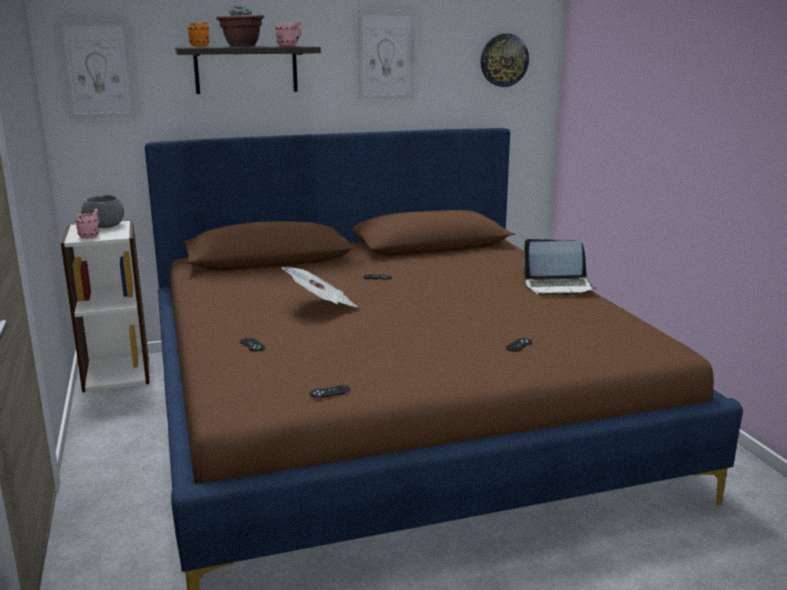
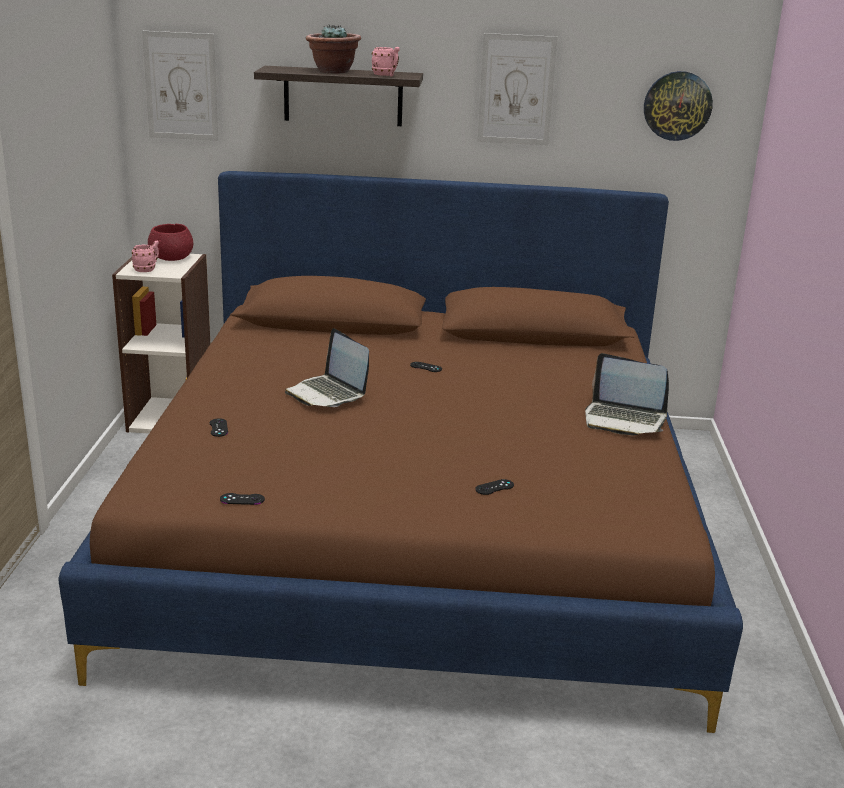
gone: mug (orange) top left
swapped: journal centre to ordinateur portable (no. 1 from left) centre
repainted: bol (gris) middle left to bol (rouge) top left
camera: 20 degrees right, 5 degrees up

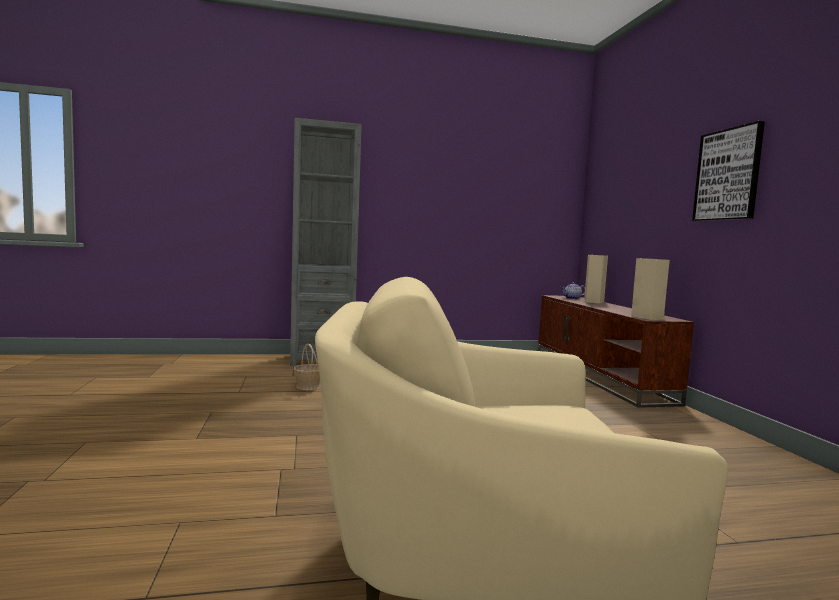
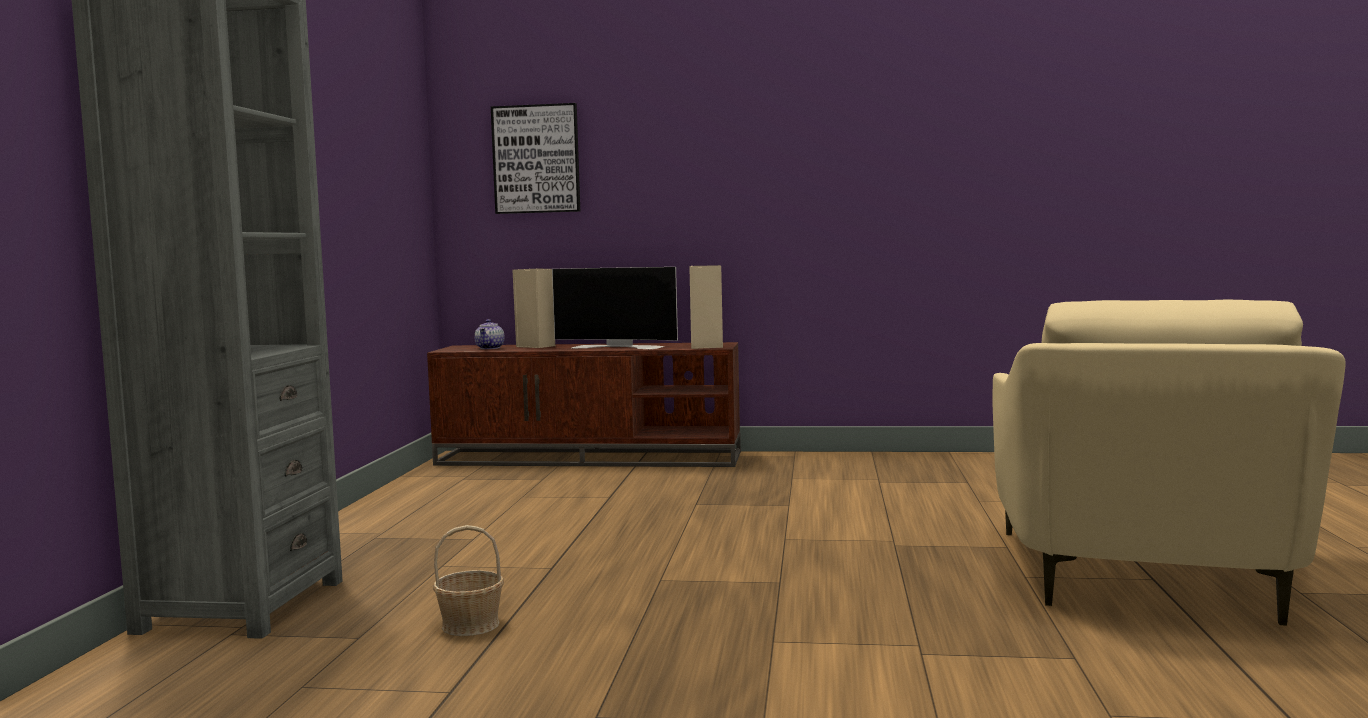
new: téléviseur centre
shifted: tableau top right to top centre
camera: 70 degrees left, 0 degrees up

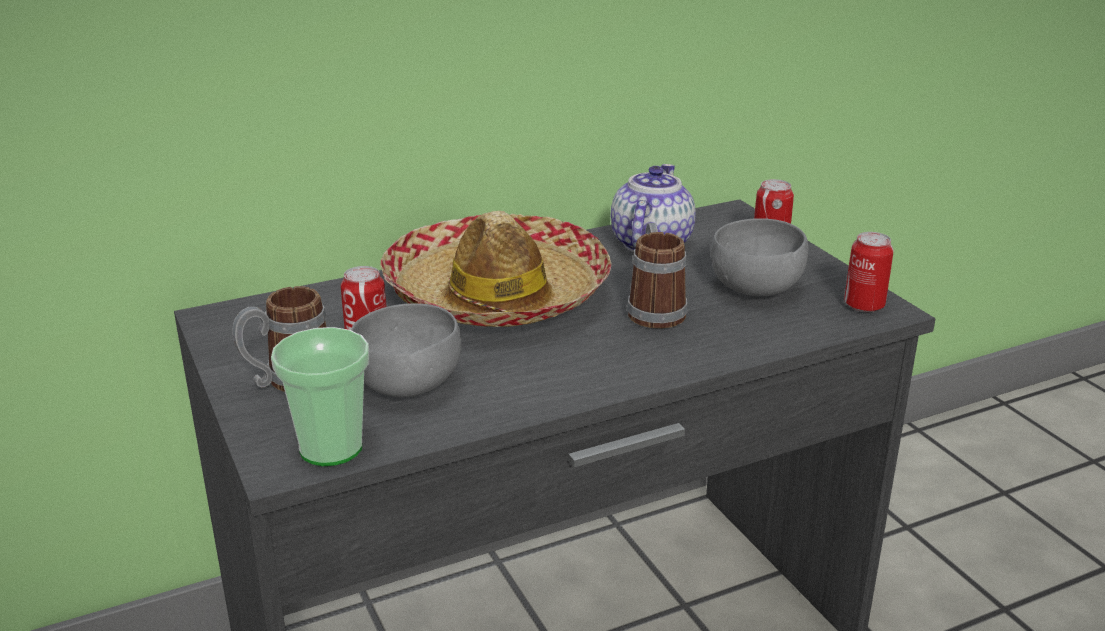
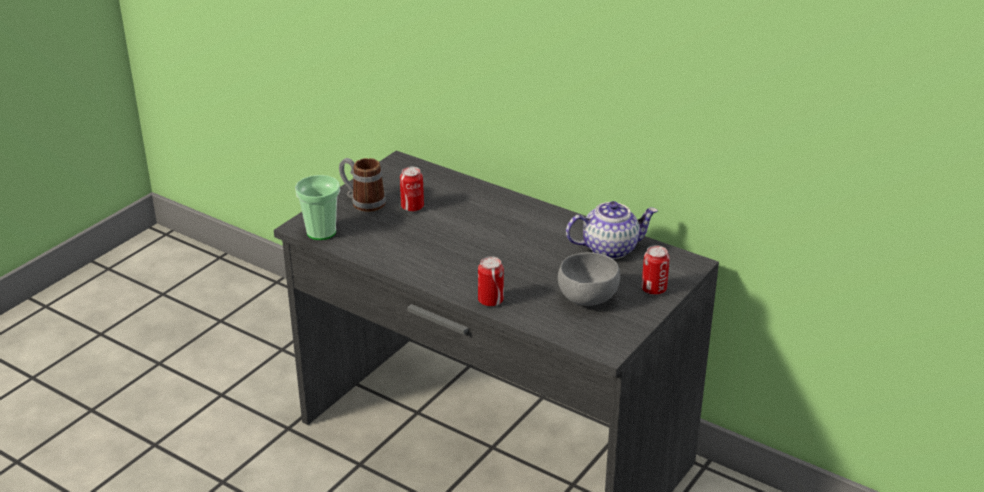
gone: bol (gris) (no. 1 from left) centre; chapeau centre; mug (no. 2 from left) centre
shifted: boîte métallique (no. 3 from left in the first image) middle right to boîte métallique (no. 2 from left) centre
camera: 60 degrees right, 5 degrees up

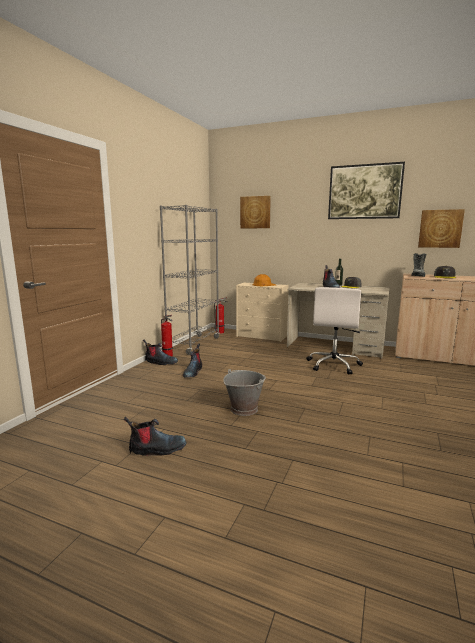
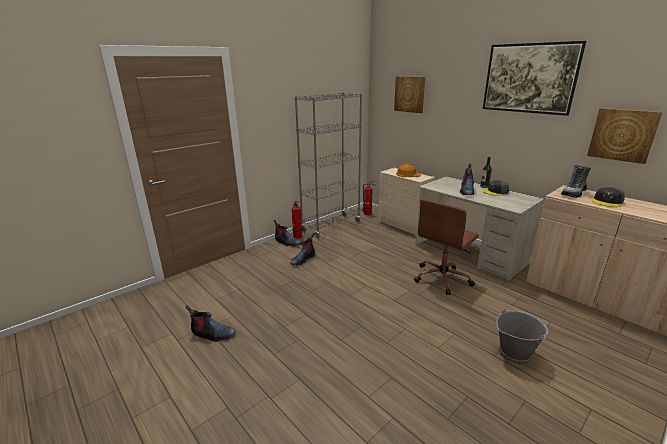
shifted: seau (gris) centre to bottom right
repainted: chaise de bureau (blanc) middle right to chaise de bureau (marron) middle right
camera: 25 degrees right, 10 degrees up

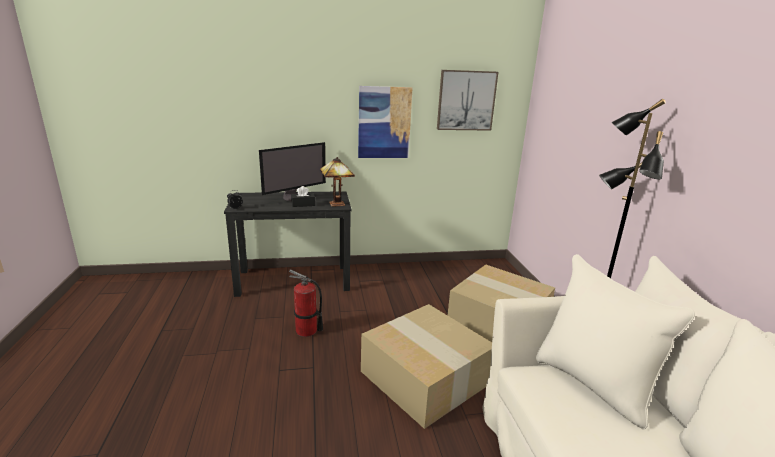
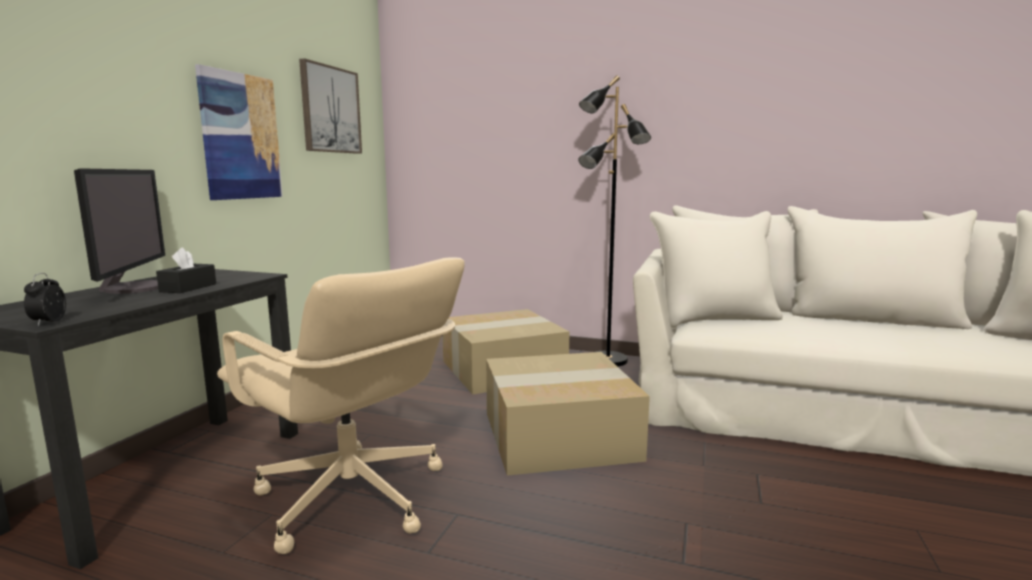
gone: lampe de table centre
swapped: extincteur centre to chaise de bureau (beige) bottom left
camera: 60 degrees left, 10 degrees down

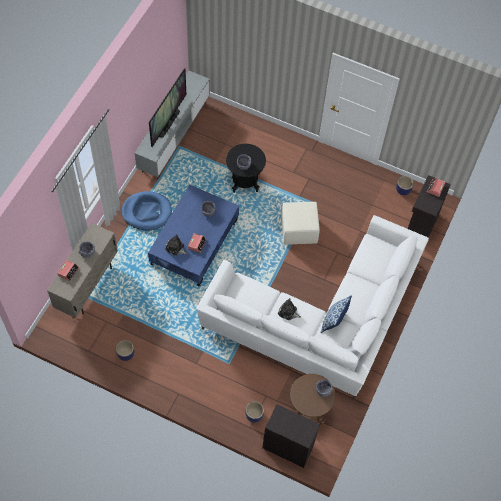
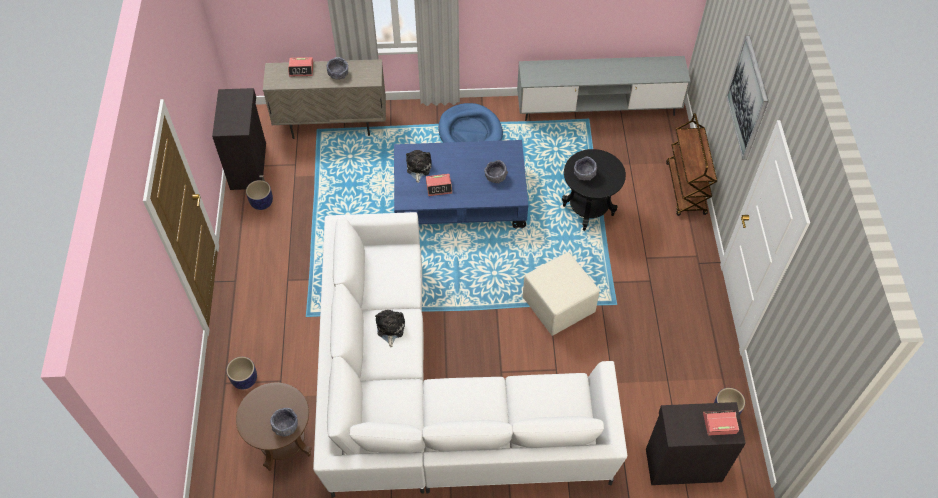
gone: téléviseur top centre; coussin middle right
new: chariot (marron) top right; tableau top right
shifted: meuble de rangement (noir) (no. 1 from left) bottom centre to top left
camera: 65 degrees right, 5 degrees down

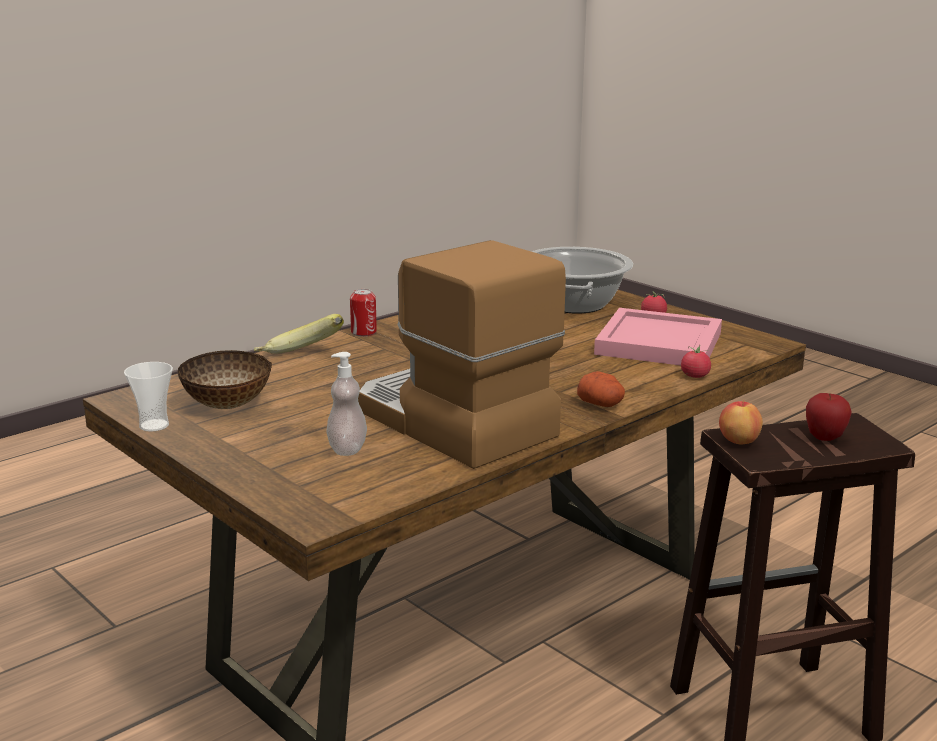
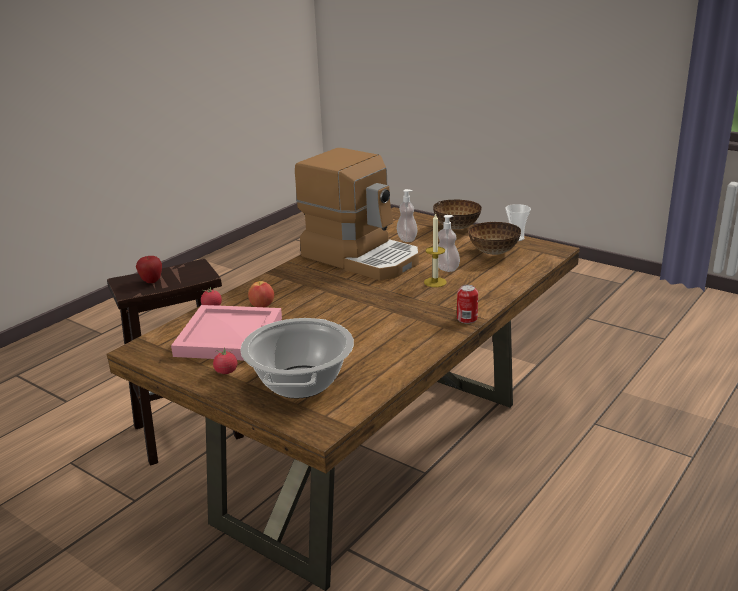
gone: banane middle left; pomme de terre centre
new: bougie centre; bol (no. 1 from left) centre; distributeur de savon (no. 2 from left) centre
shifted: pomme (no. 1 from left in the first image) middle right to pomme (no. 2 from left) centre
camera: 170 degrees right, 5 degrees up

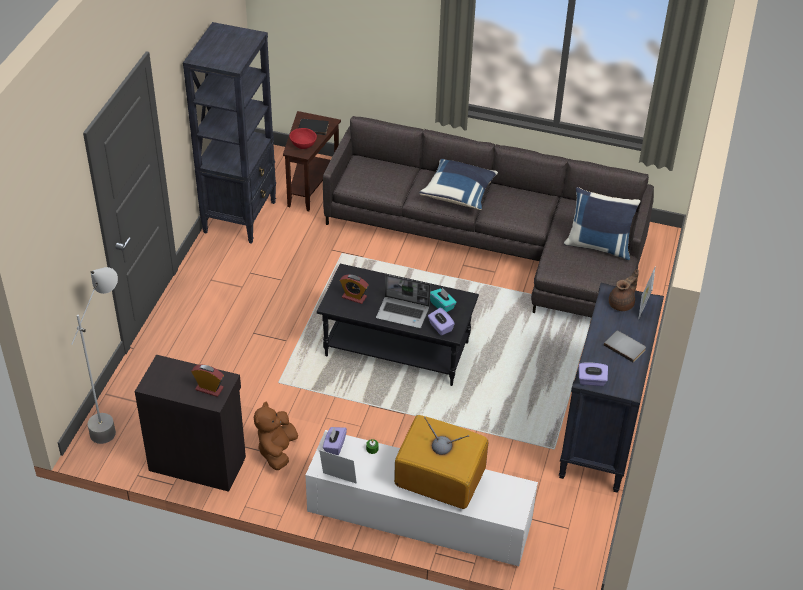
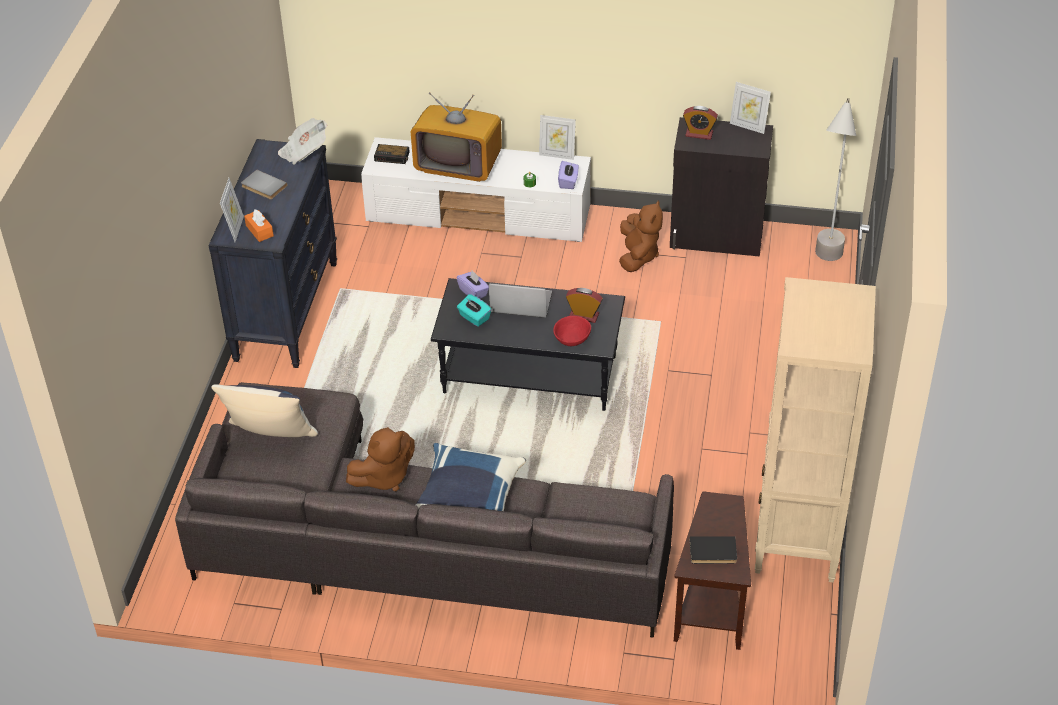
new: peluche (marron) (no. 1 from left) centre; réveil (no. 1 from left) top centre; cadre photo (no. 3 from left) top right
shifted: bol (rouge) top centre to centre
swapped: théière (marron) middle right to boîte à mouchoirs (orange) top left; boîte à mouchoirs (violet) (no. 3 from left) middle right to journal top left
repainted: bibliothèque (noir) top left to bibliothèque (beige) middle right
camera: 175 degrees right, 0 degrees up

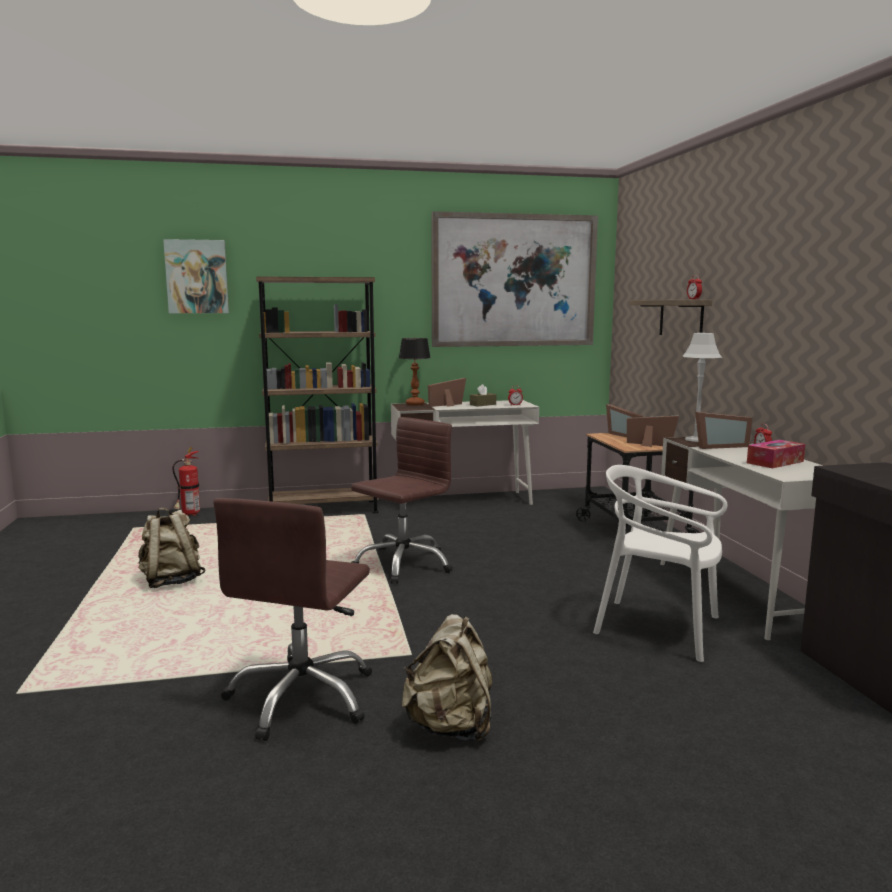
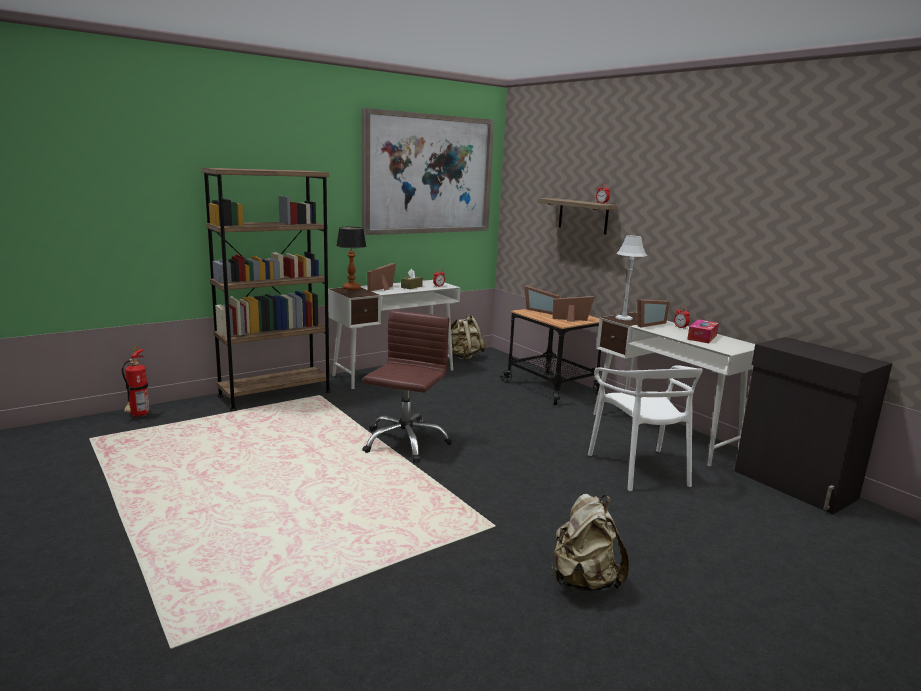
gone: tableau (no. 1 from left) top left; chaise de bureau (marron) (no. 1 from left) bottom left
shifted: sac à dos (beige) (no. 1 from left) middle left to centre
rotated: chaise (blanc) middle right = middle right 105 degrees counterclockwise
camera: 25 degrees left, 5 degrees up

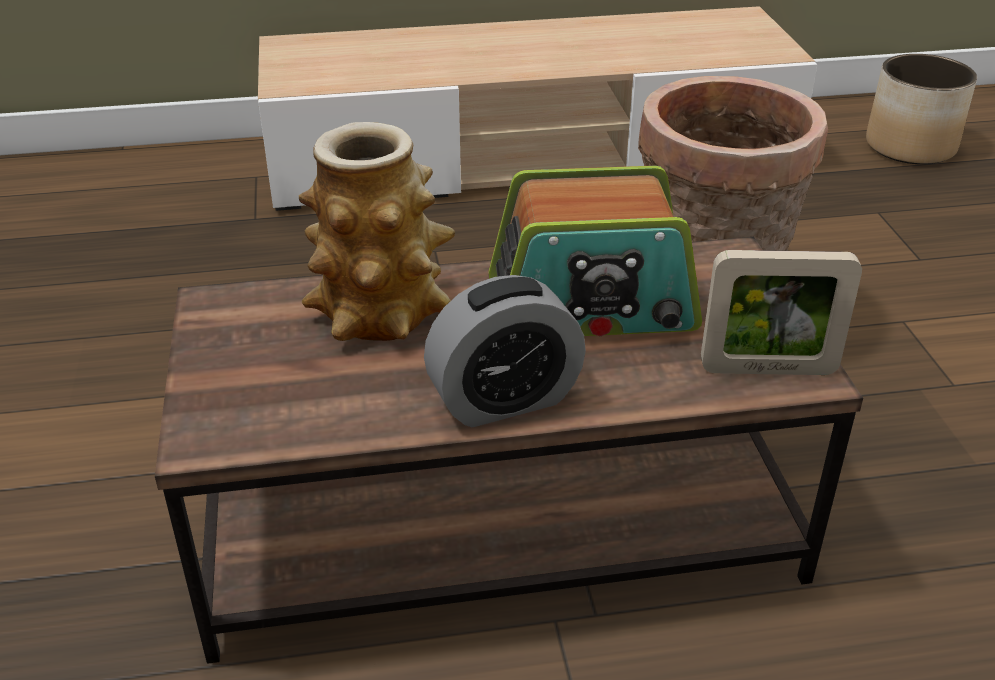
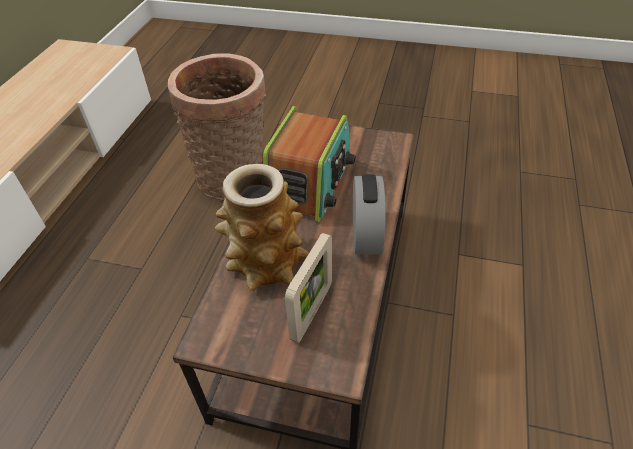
gone: cache-pot top right
shifted: cadre photo middle right to centre
camera: 65 degrees left, 10 degrees up

